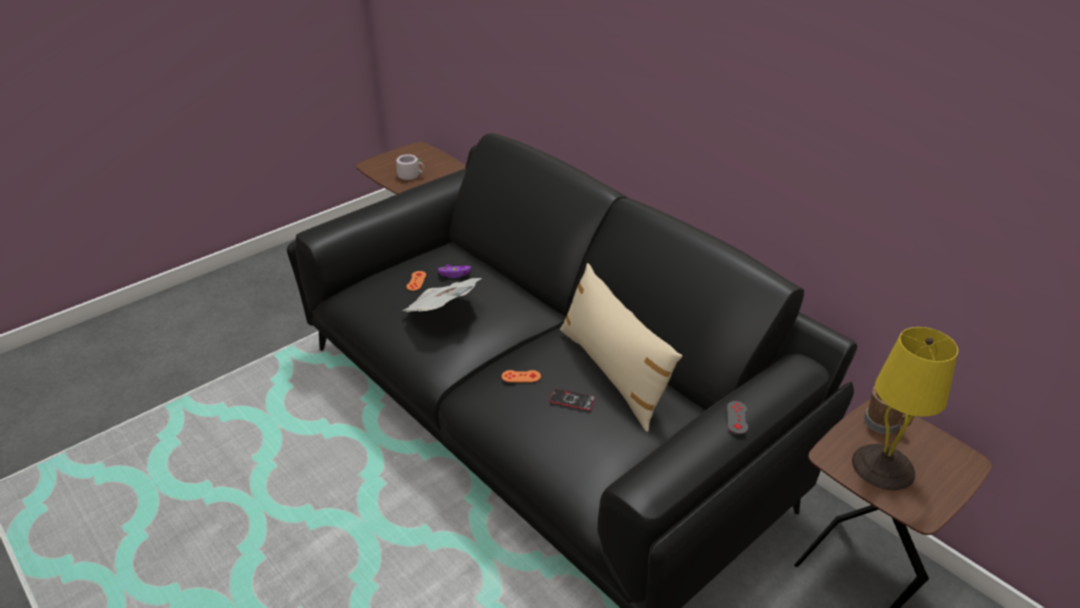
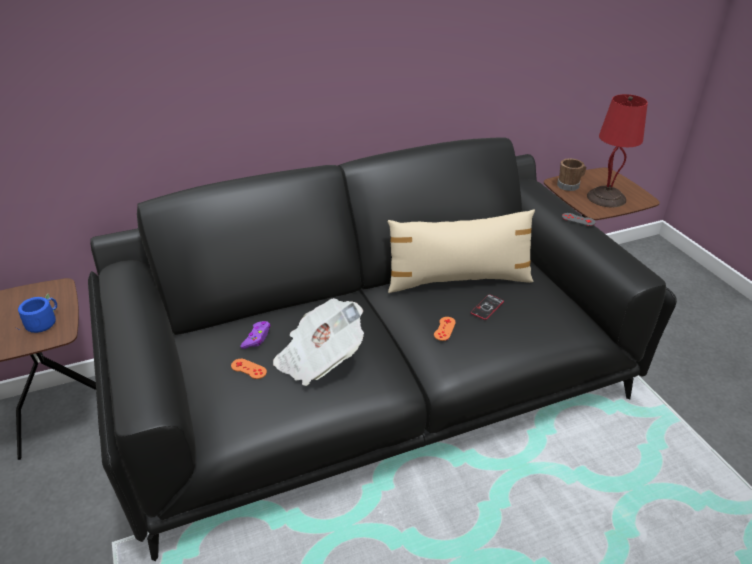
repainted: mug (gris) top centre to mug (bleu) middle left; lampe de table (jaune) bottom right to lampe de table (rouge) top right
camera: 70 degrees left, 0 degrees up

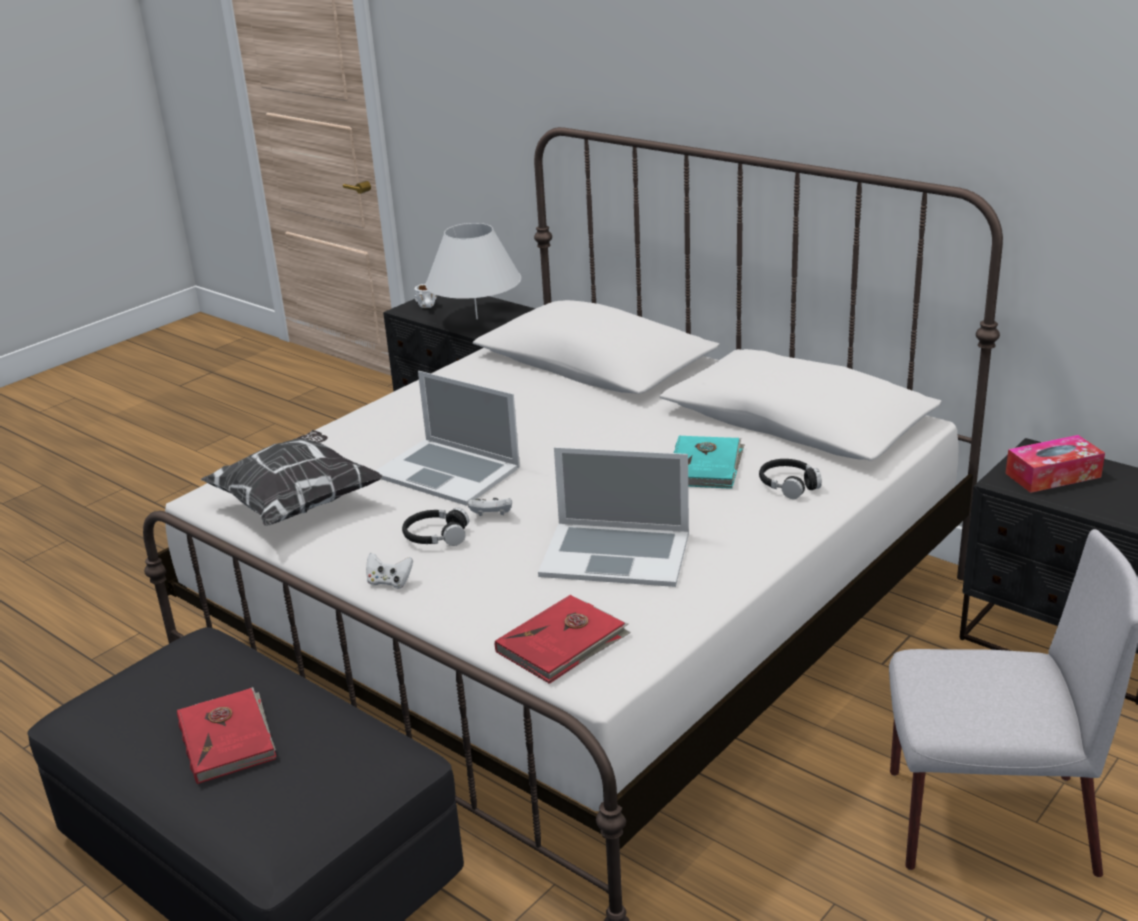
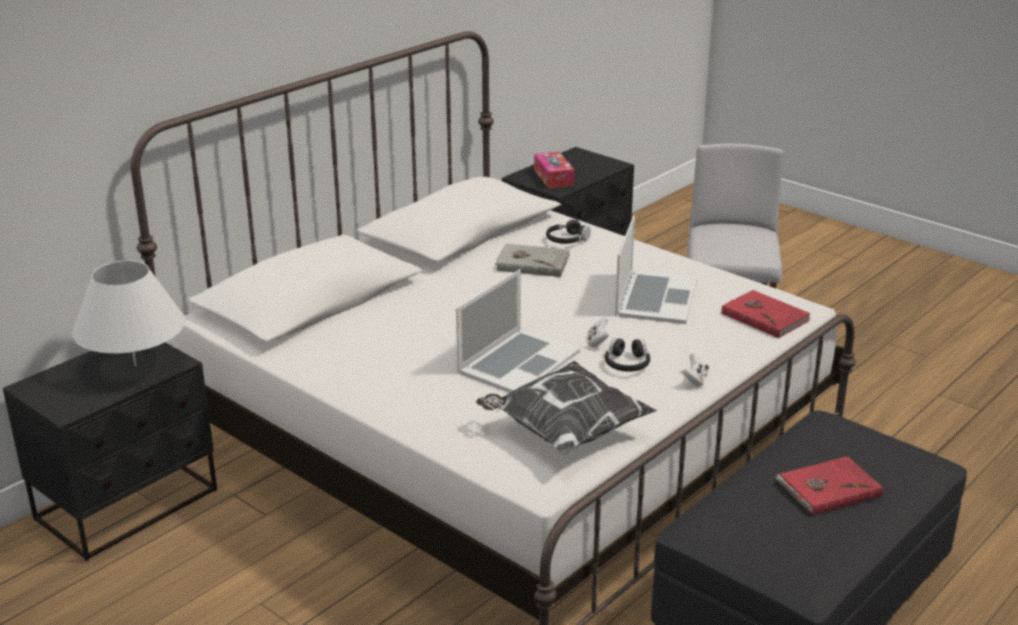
gone: mug (blanc) top centre
repainted: livre (turquoise) centre to livre (gris) centre
camera: 90 degrees left, 0 degrees up

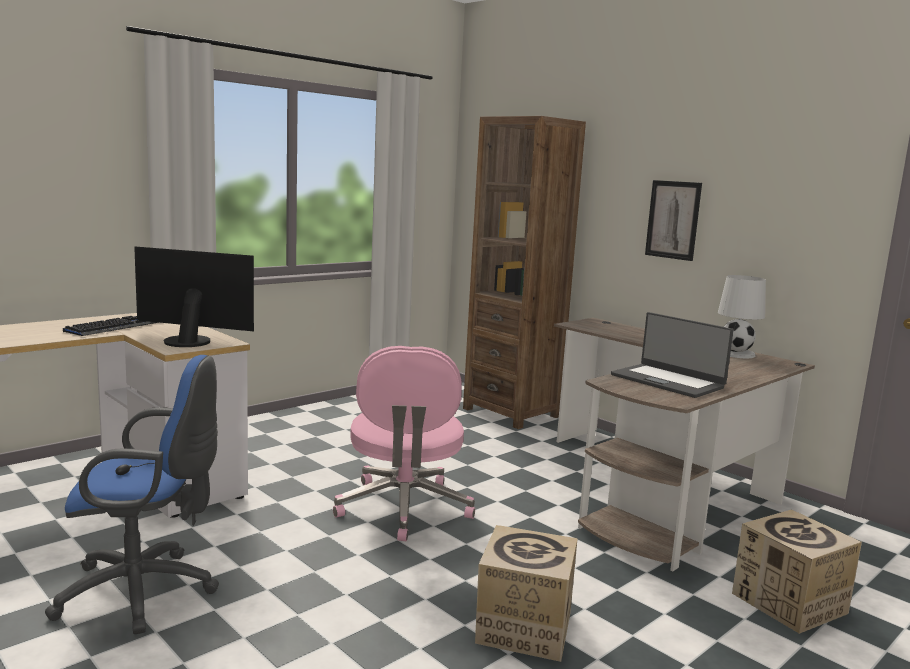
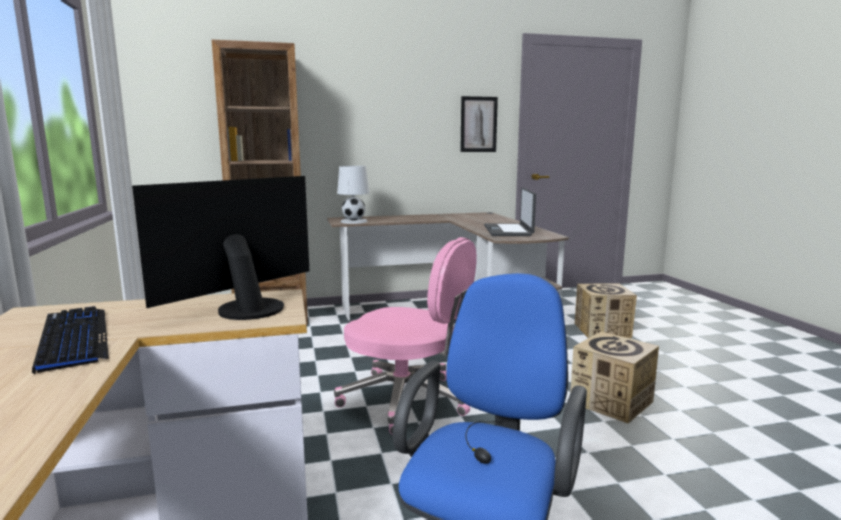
shifted: lampe de table (blanc) middle right to centre; tableau top right to top centre
rotated: ordinateur portable middle right = centre 105 degrees clockwise
camera: 60 degrees left, 0 degrees up

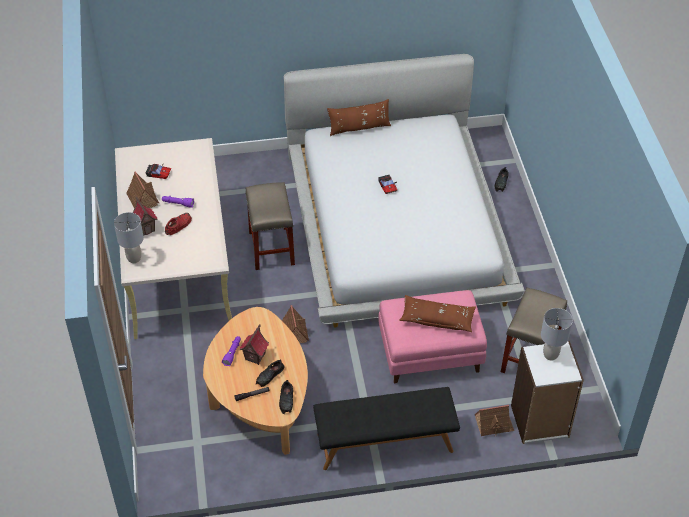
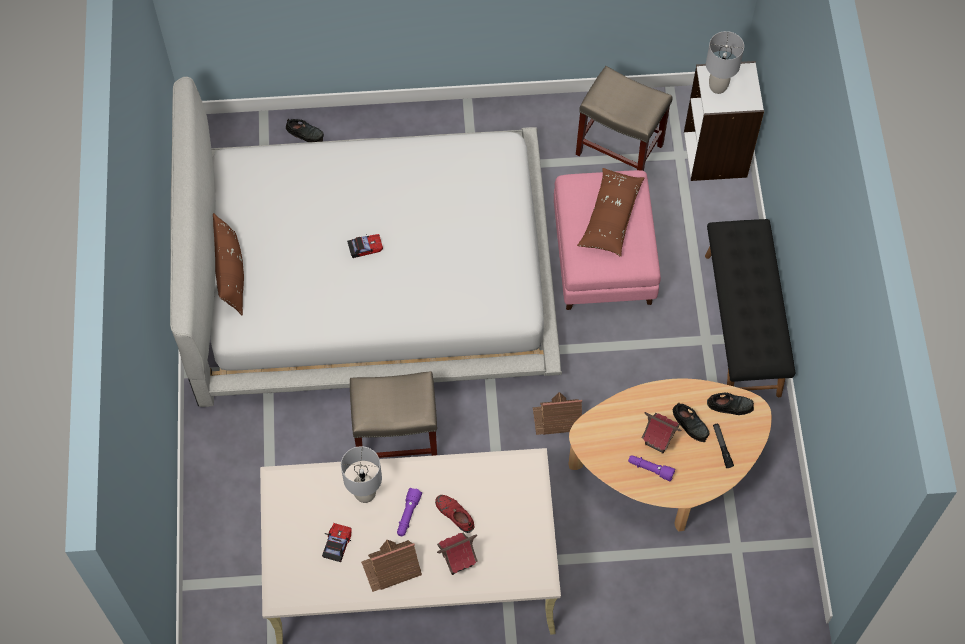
gone: maison miniature (no. 5 from left) bottom right
shifted: lampe de table (gris) (no. 1 from left) middle left to bottom centre
camera: 85 degrees left, 15 degrees up

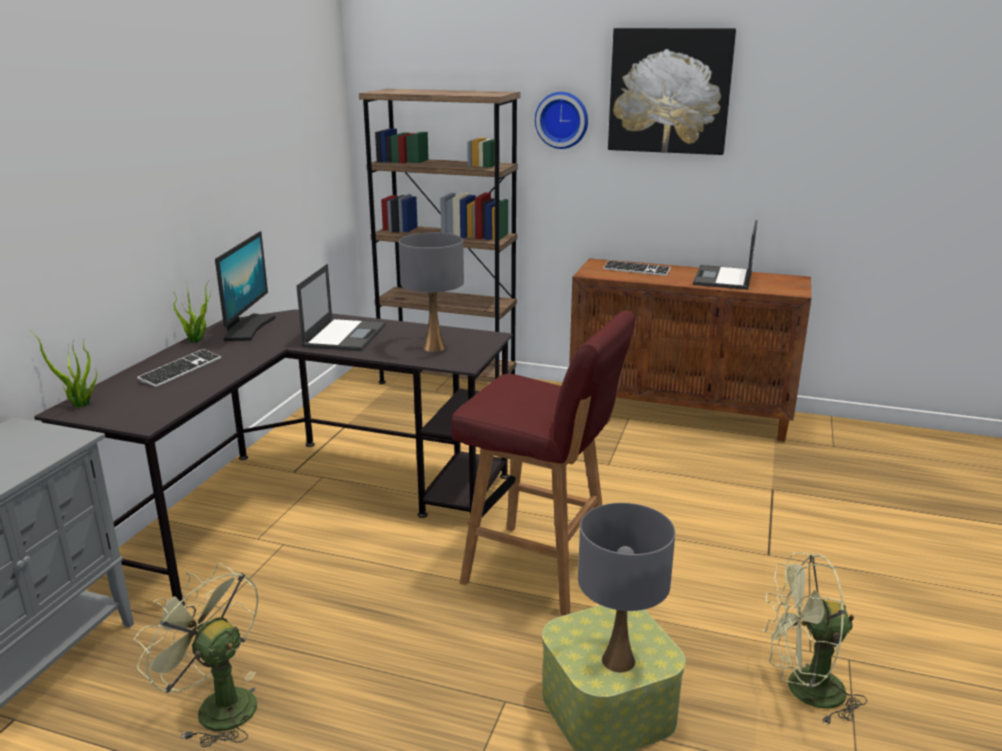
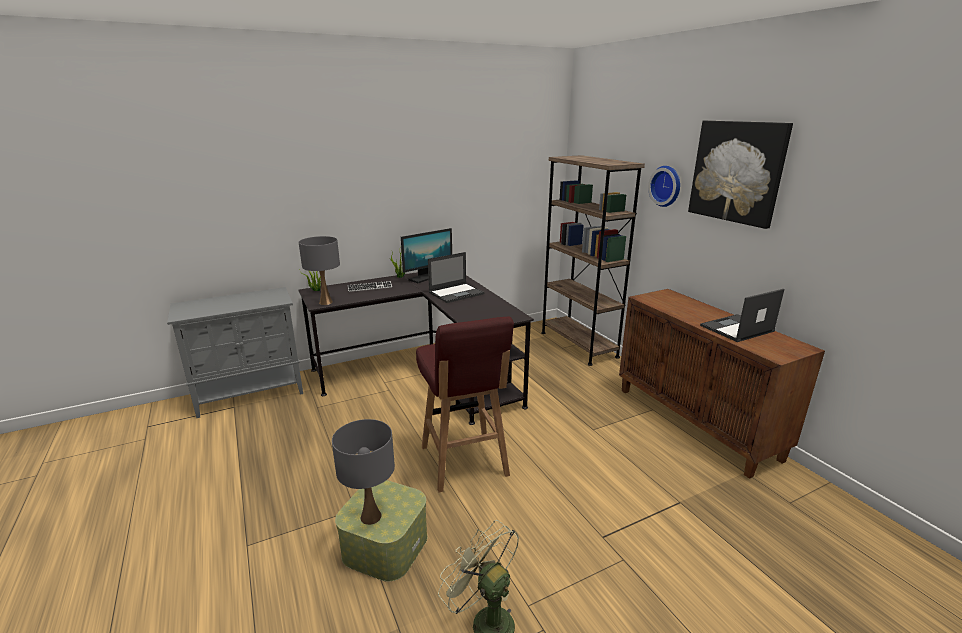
gone: ventilateur (vert) (no. 1 from left) bottom left; clavier (no. 2 from left) centre
shifted: lampe de table (gris) (no. 1 from left) centre to middle left
camera: 45 degrees right, 0 degrees up

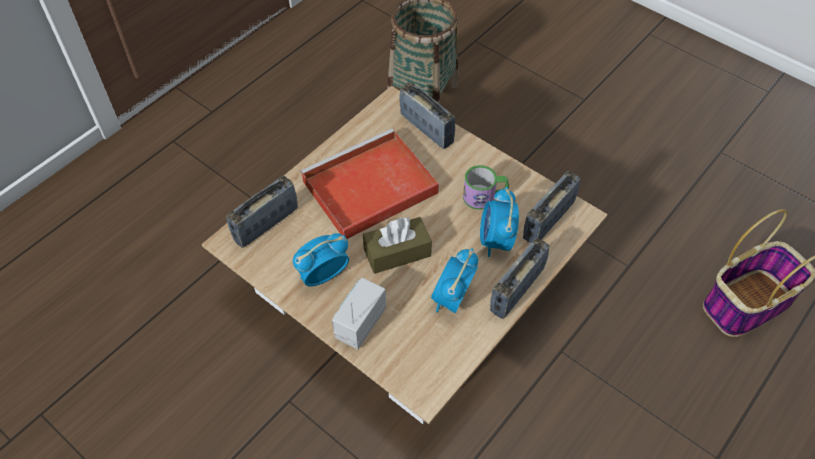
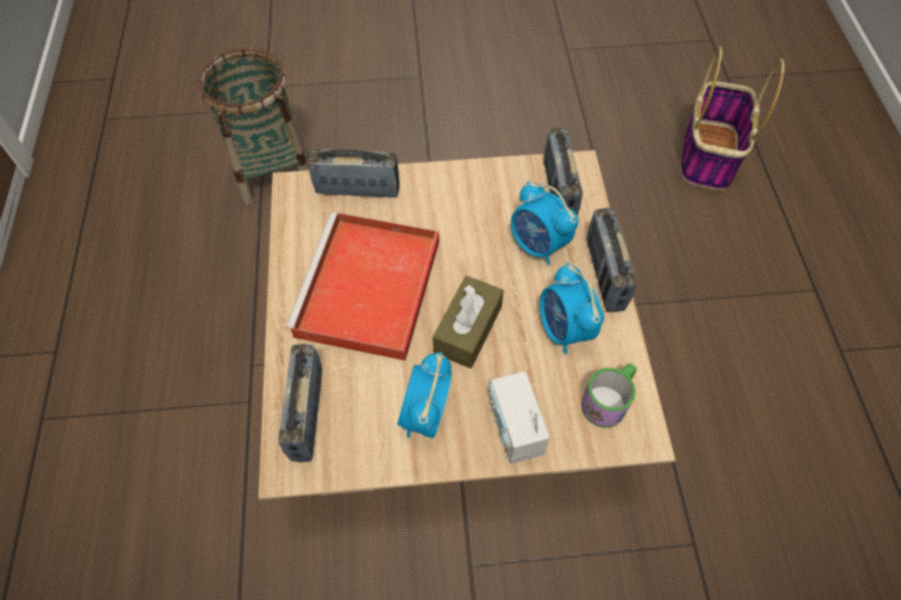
shifted: mug centre to middle right
camera: 45 degrees left, 5 degrees up

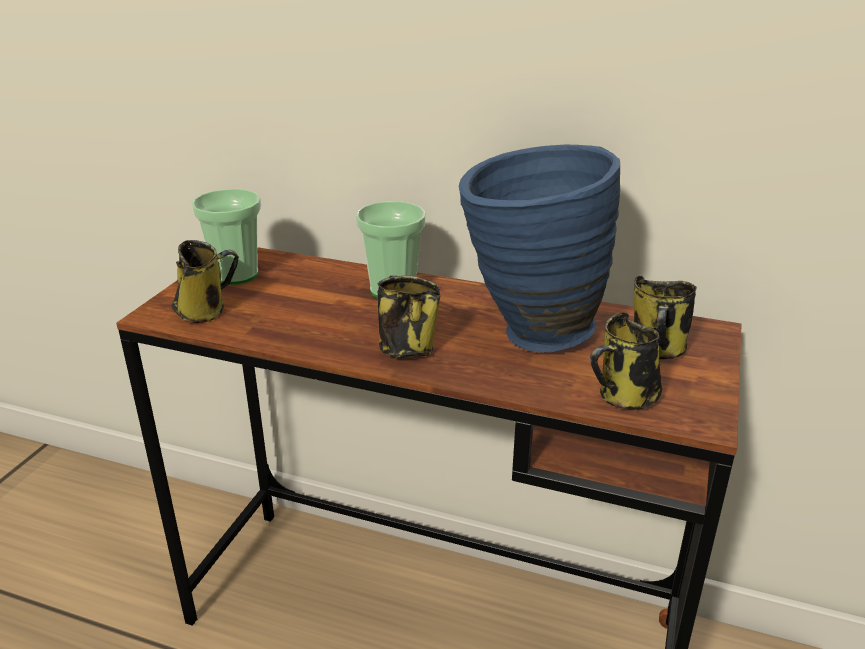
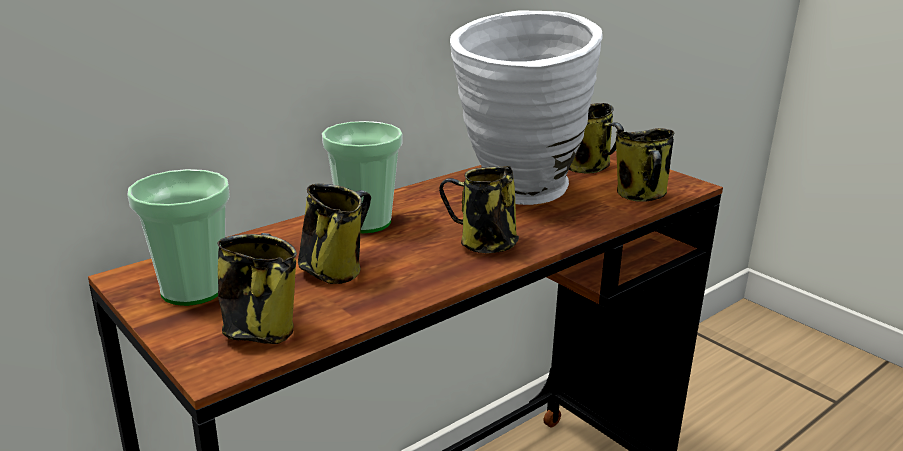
new: mug (no. 2 from left) centre
repainted: vase (bleu) centre to vase (blanc) top centre
camera: 60 degrees left, 5 degrees down

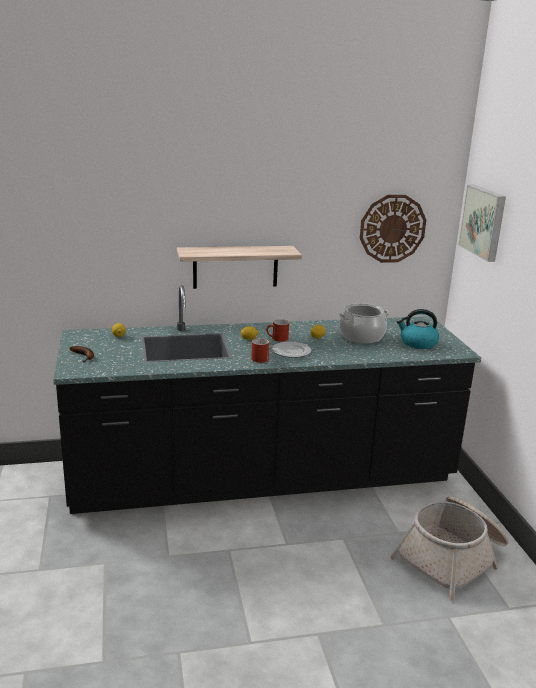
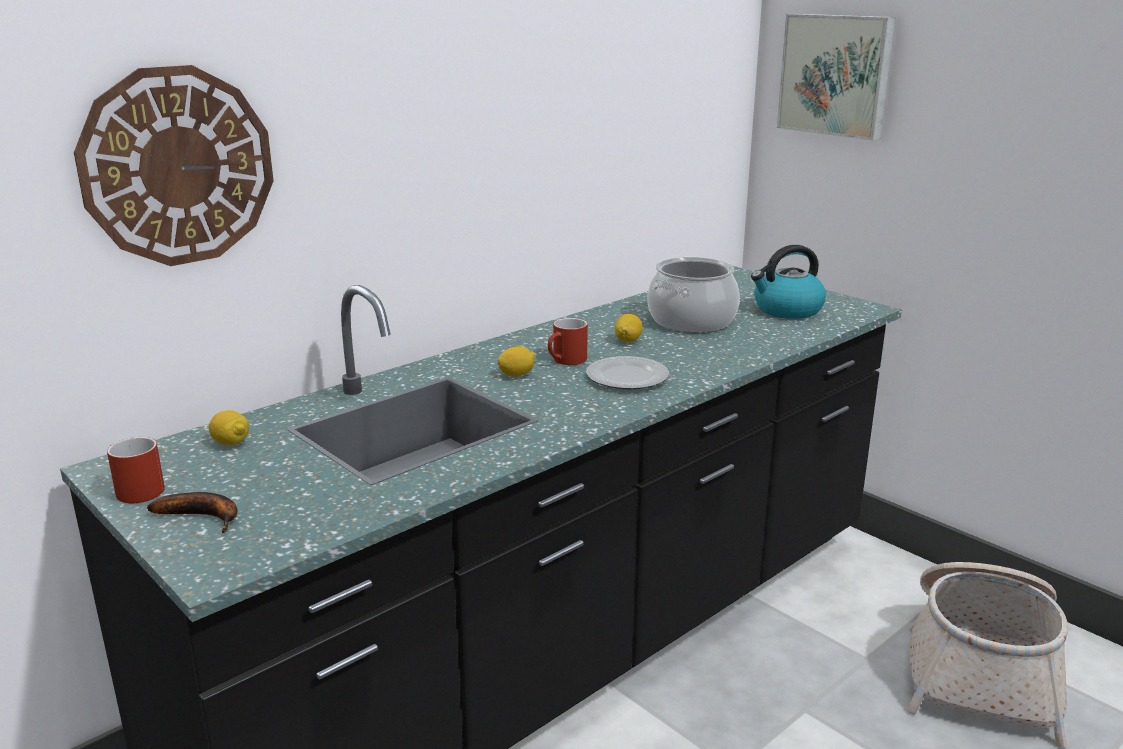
gone: étagère centre
shifted: horloge murale top right to top left; mug (rouge) (no. 1 from left) centre to middle left
camera: 30 degrees left, 0 degrees up

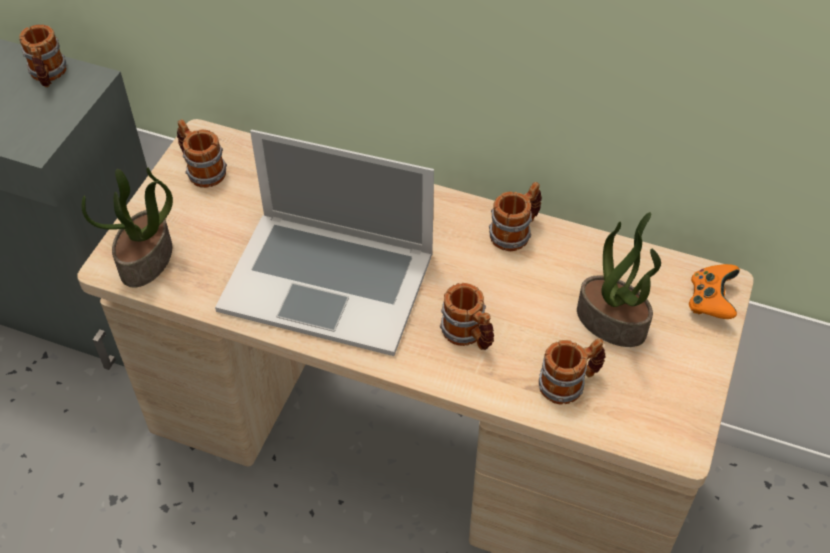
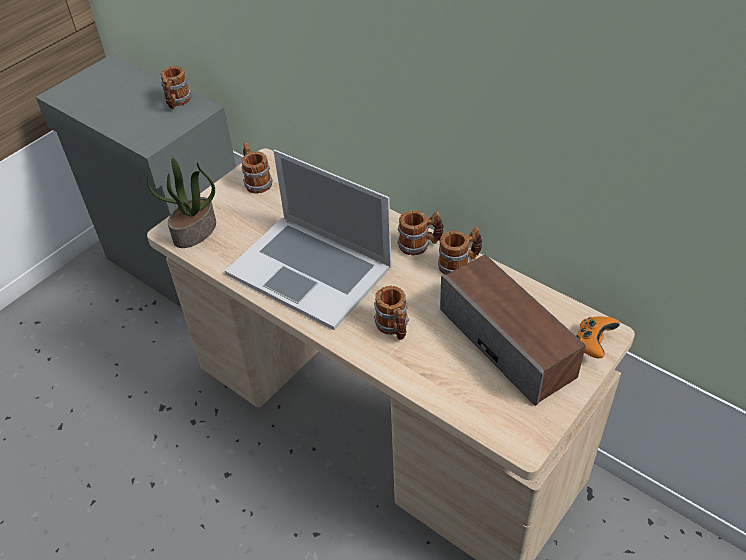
shifted: mug (no. 5 from left in the first image) bottom right to mug (no. 4 from left) centre
swapped: plante en pot (no. 2 from left) middle right to enceinte middle right
camera: 20 degrees right, 5 degrees down

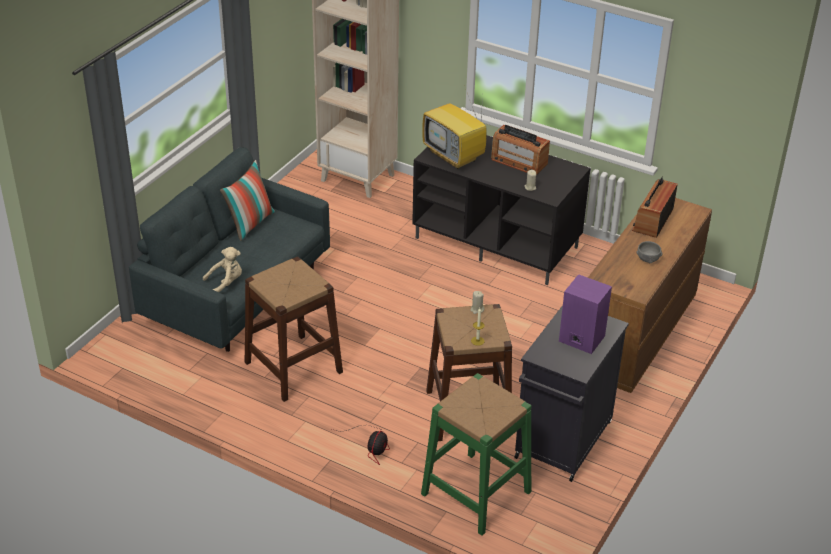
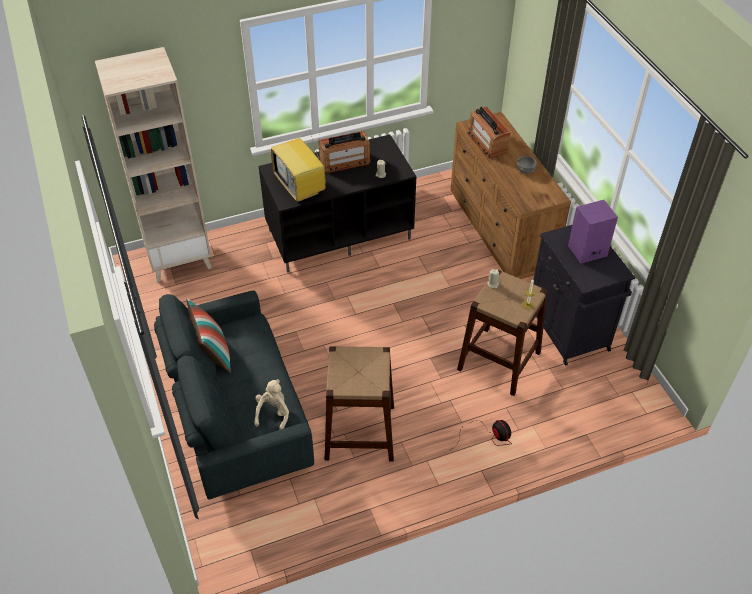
gone: tabouret (vert) bottom centre
rotated: téléviseur top centre = top centre 60 degrees clockwise
camera: 50 degrees left, 10 degrees up

